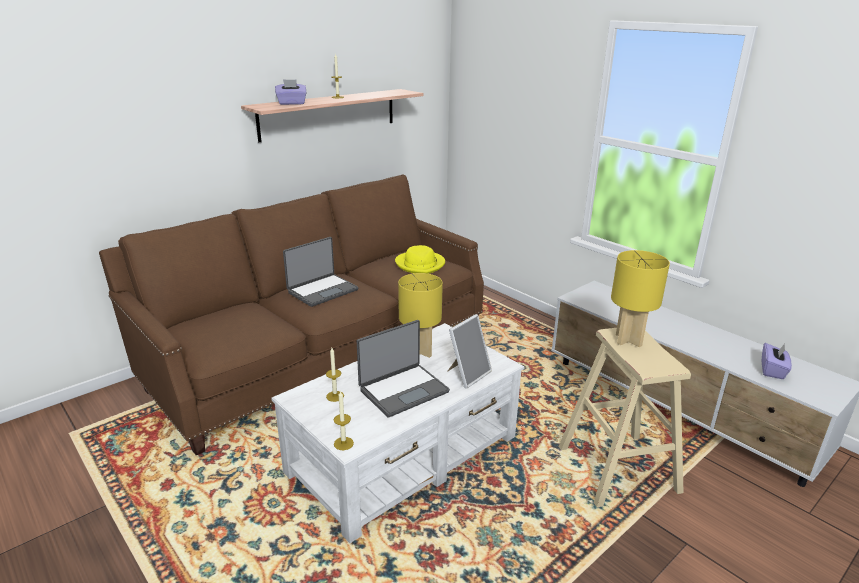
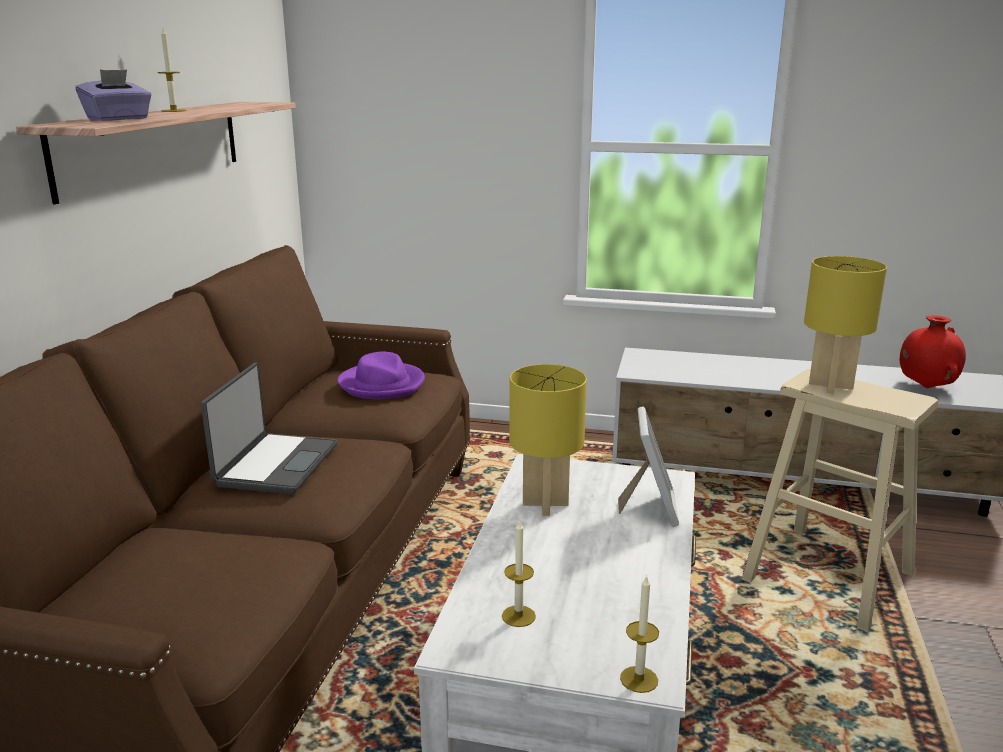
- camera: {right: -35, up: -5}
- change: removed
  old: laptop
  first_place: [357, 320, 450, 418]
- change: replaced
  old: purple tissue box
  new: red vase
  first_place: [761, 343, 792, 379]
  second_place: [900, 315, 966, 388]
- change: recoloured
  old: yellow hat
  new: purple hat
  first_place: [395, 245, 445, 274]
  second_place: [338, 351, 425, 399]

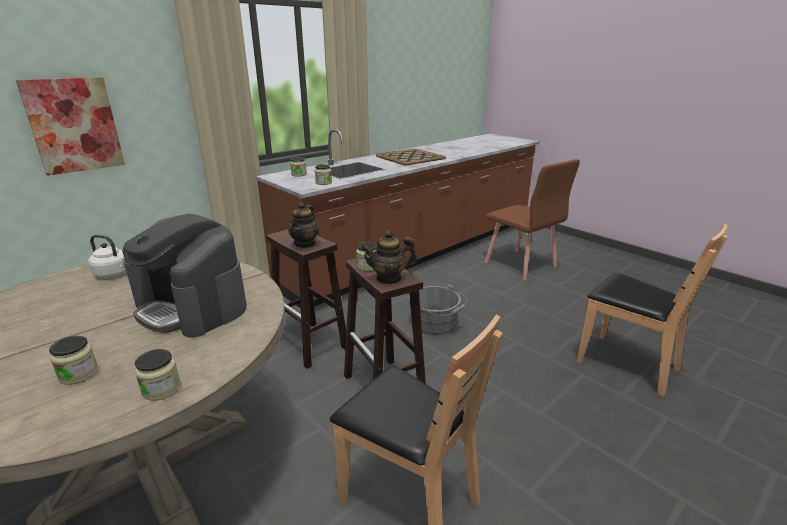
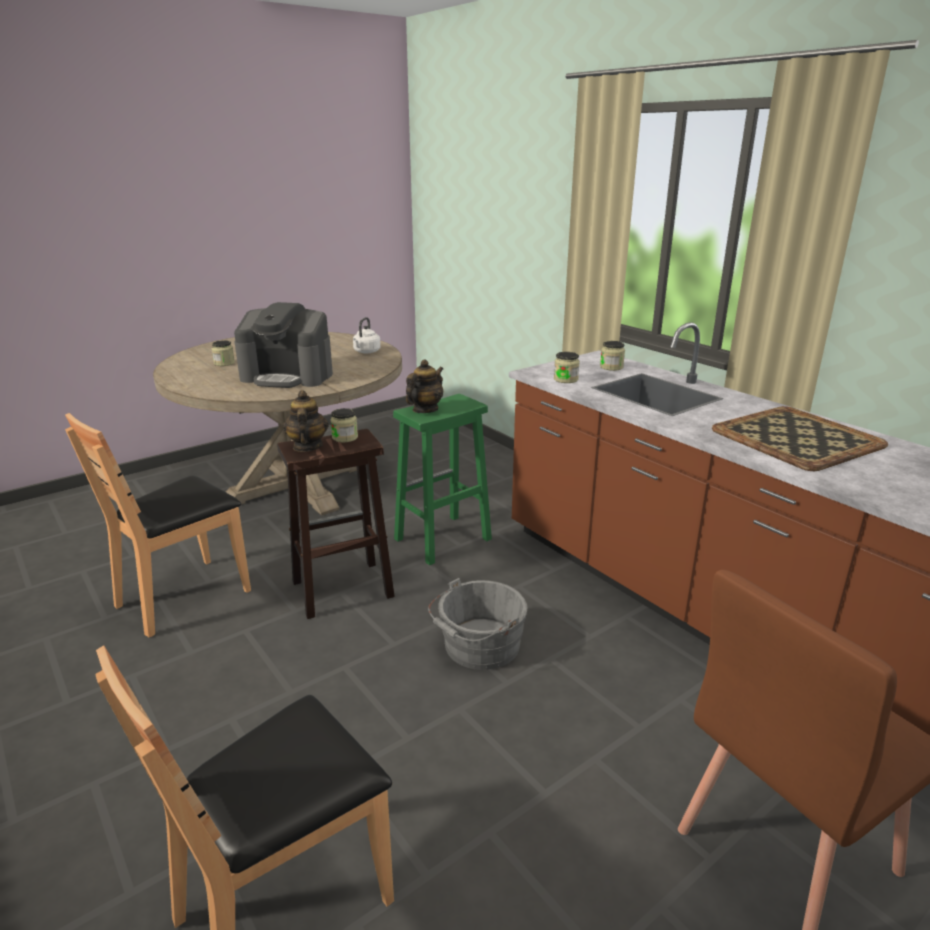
- camera: {right: 95, up: 0}
- change: removed
  old: picture
  first_place: [16, 77, 125, 176]
- change: removed
  old: jar
  first_place: [135, 349, 180, 401]
- change: recoloured
  old: brown stool
  new: green stool
  first_place: [266, 229, 346, 369]
  second_place: [393, 394, 492, 565]
- change: turned
  old: coffee machine
  first_place: [122, 214, 247, 337]
  second_place: [234, 302, 333, 388]
  degrees: -120
- change: turned
  old: teapot
  first_place: [288, 202, 320, 248]
  second_place: [406, 359, 443, 413]
  degrees: 105

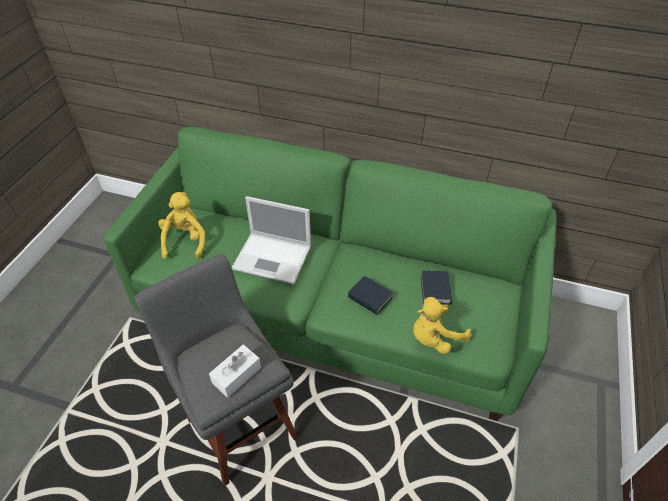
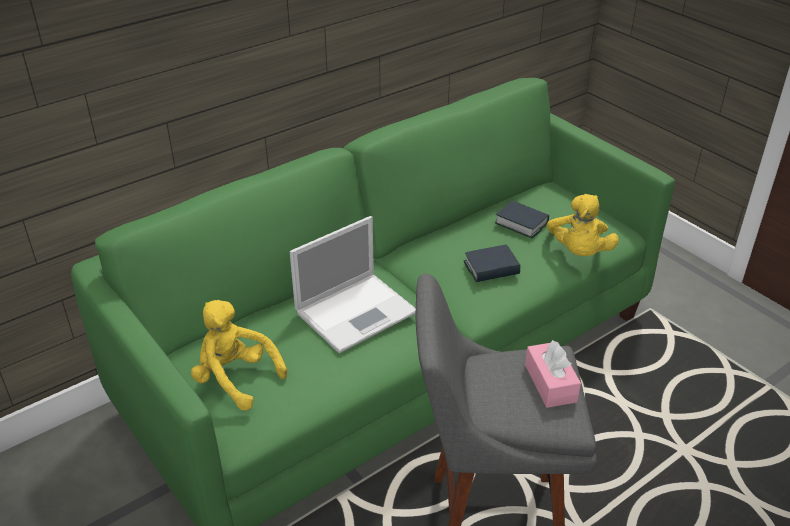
- camera: {right: -55, up: -10}
- change: recoloured
  old: white tissue box
  new: pink tissue box
  first_place: [209, 345, 261, 398]
  second_place: [525, 340, 581, 408]

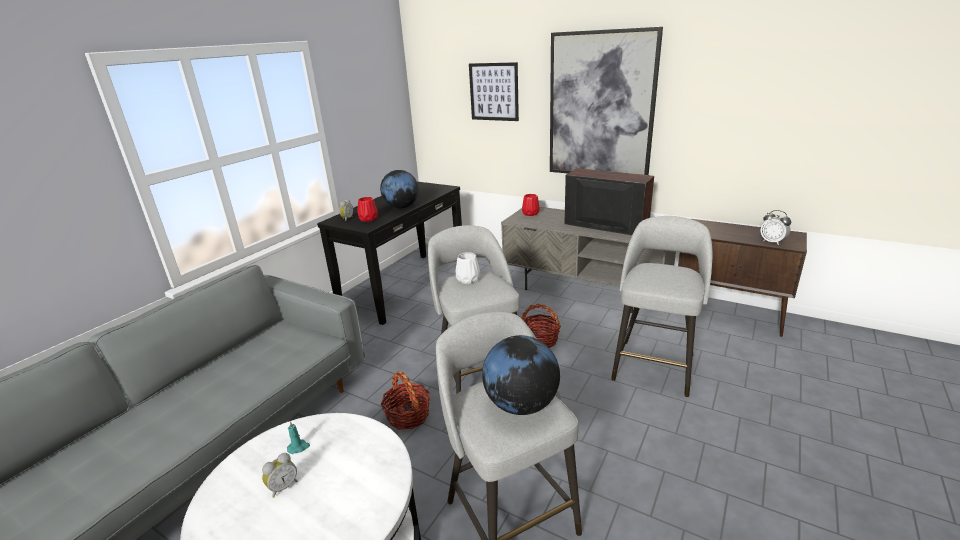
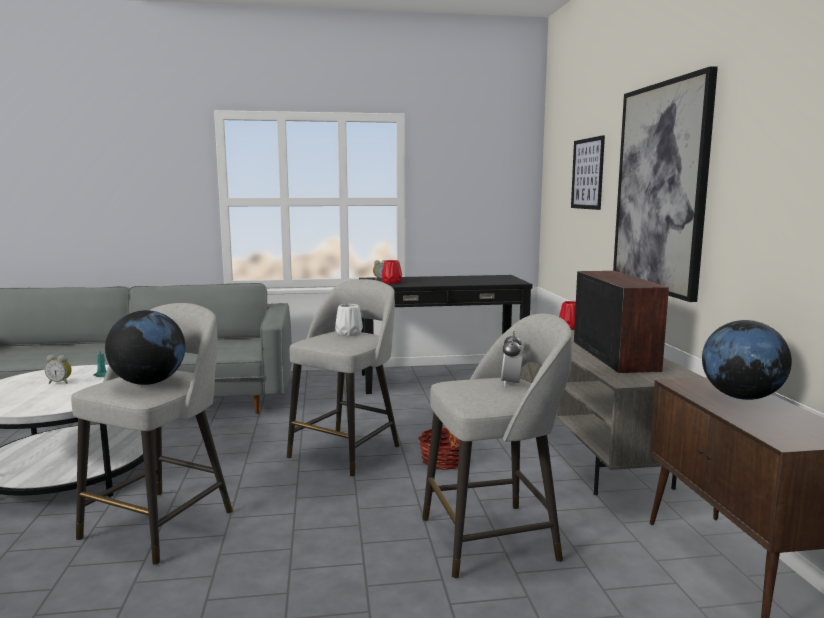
- camera: {right: 50, up: -15}
- change: removed
  old: basket
  first_place: [381, 371, 430, 430]
- change: moved
  old: globe
  first_place: [380, 170, 419, 208]
  second_place: [702, 320, 792, 400]
- change: moved
  old: alarm clock
  first_place: [760, 210, 791, 245]
  second_place: [501, 331, 524, 387]

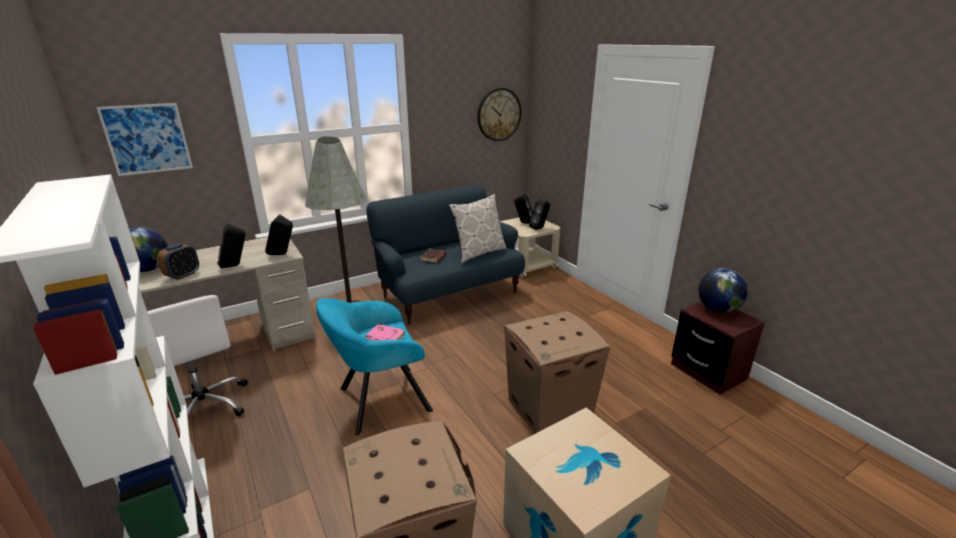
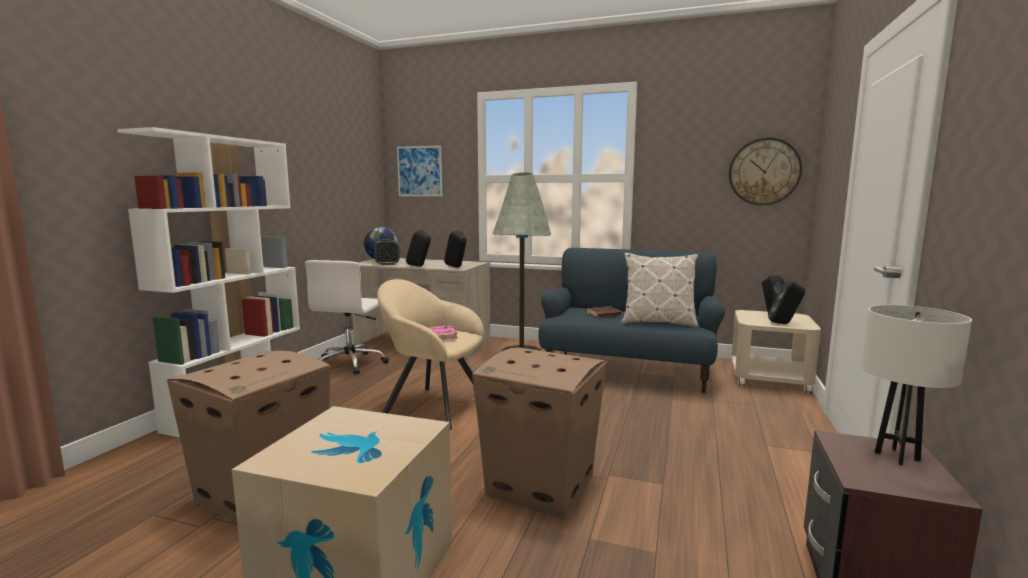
- camera: {right: 50, up: -15}
- change: replaced
  old: globe
  new: white table lamp
  first_place: [698, 268, 748, 313]
  second_place: [862, 305, 972, 466]
- change: recoloured
  old: turquoise armchair
  new: beige armchair
  first_place: [316, 298, 433, 435]
  second_place: [377, 279, 484, 430]

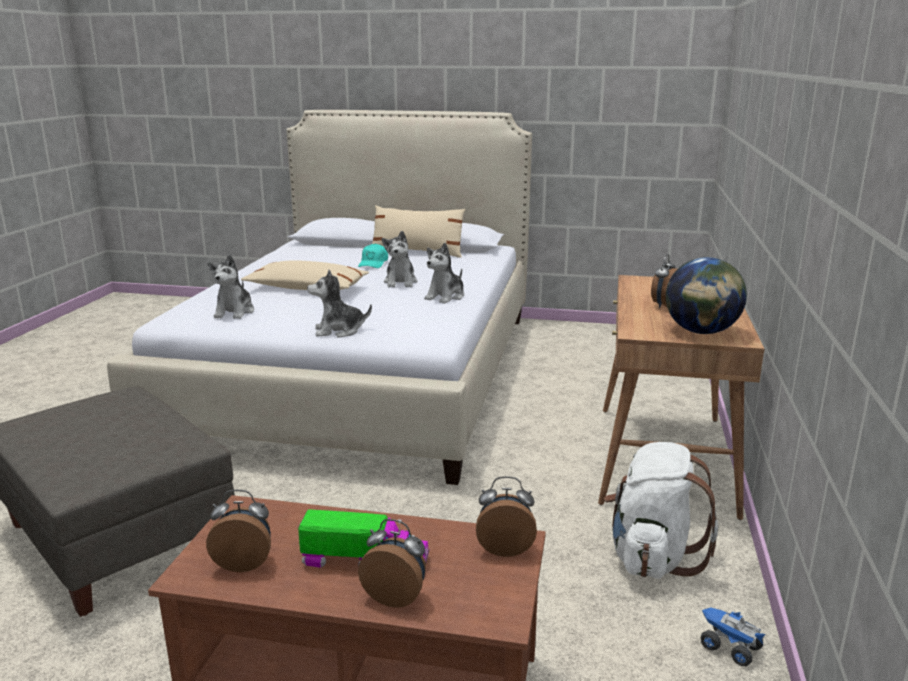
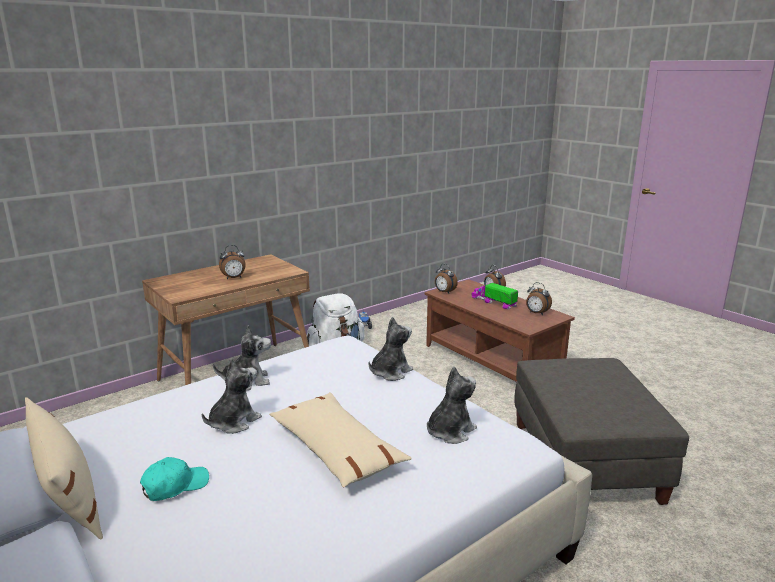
- camera: {right: -140, up: 0}
- change: removed
  old: globe
  first_place: [666, 257, 747, 334]
- change: turned
  old: plush toy
  first_place: [307, 270, 372, 338]
  second_place: [368, 317, 413, 381]
  degrees: -75

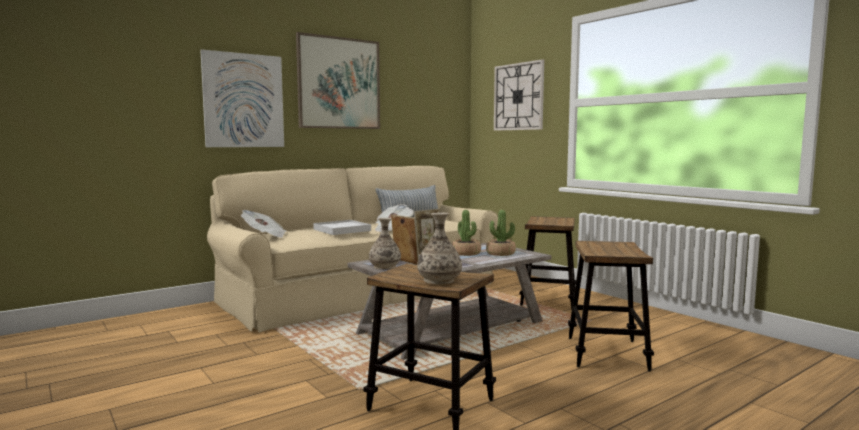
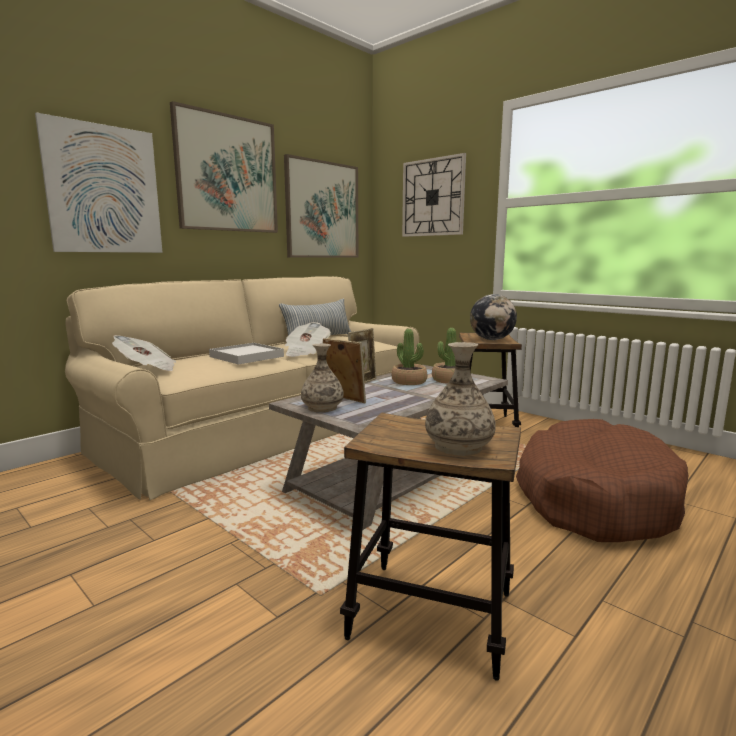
- camera: {right: -10, up: 5}
- change: added
  new: picture
  second_place: [284, 154, 358, 258]
- change: added
  new: globe
  second_place: [470, 294, 517, 340]
- change: replaced
  old: stool
  new: brown dog bed
  first_place: [568, 241, 654, 371]
  second_place: [516, 419, 689, 542]

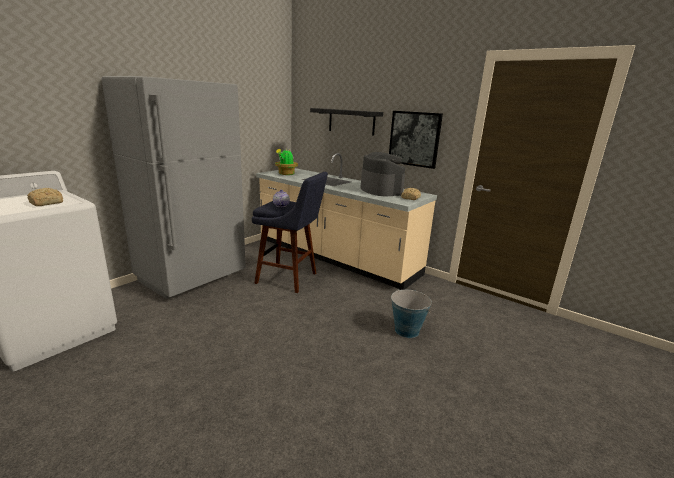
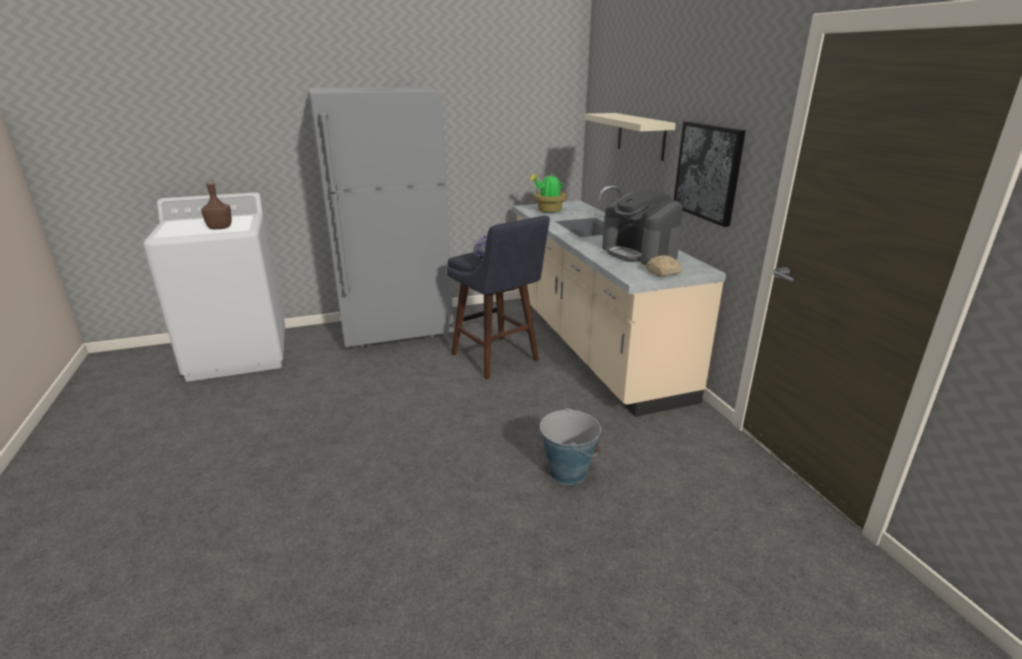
- camera: {right: 35, up: 5}
- change: replaced
  old: bread
  new: brown bottle
  first_place: [27, 188, 63, 206]
  second_place: [201, 180, 232, 229]
- change: recoloured
  old: black shelf
  new: beige shelf
  first_place: [310, 108, 383, 136]
  second_place: [585, 113, 676, 161]
- change: turned
  old: coffee machine
  first_place: [360, 152, 405, 196]
  second_place: [602, 190, 683, 265]
  degrees: 135

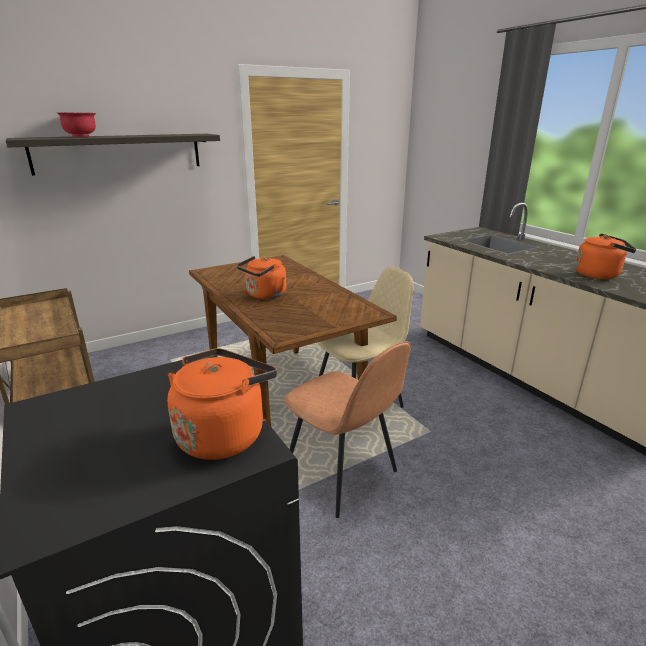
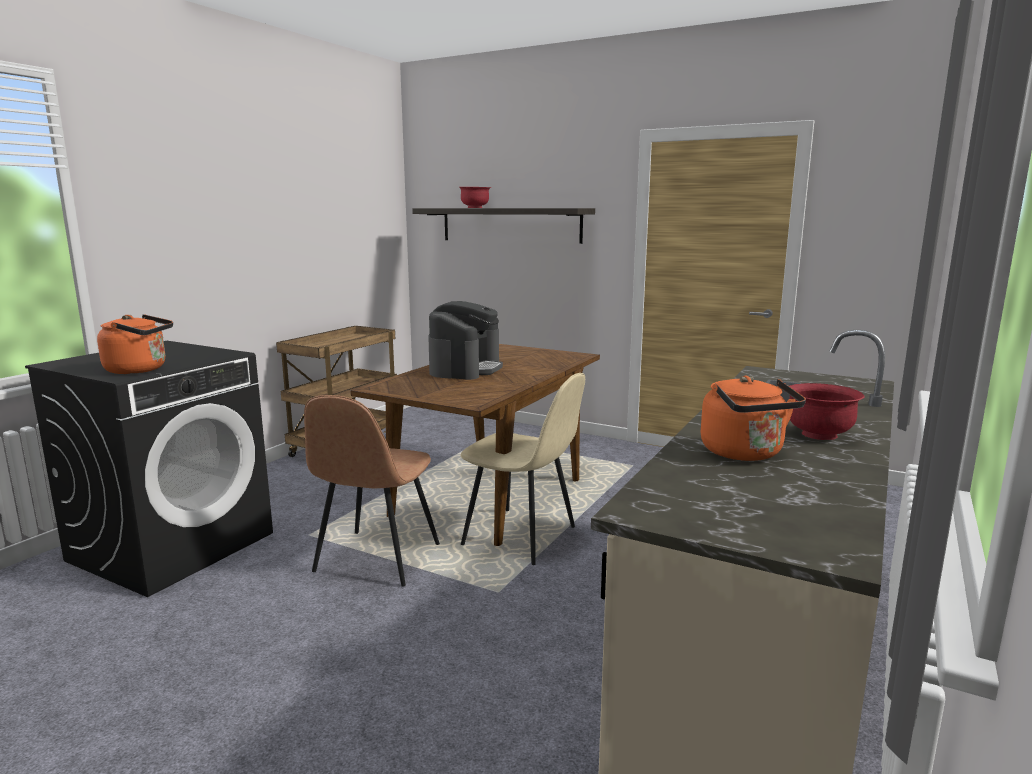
- camera: {right: 60, up: -10}
- change: added
  new: red bowl
  second_place: [790, 383, 865, 440]
- change: replaced
  old: orange kettle
  new: coffee machine
  first_place: [237, 256, 286, 299]
  second_place: [428, 301, 503, 380]

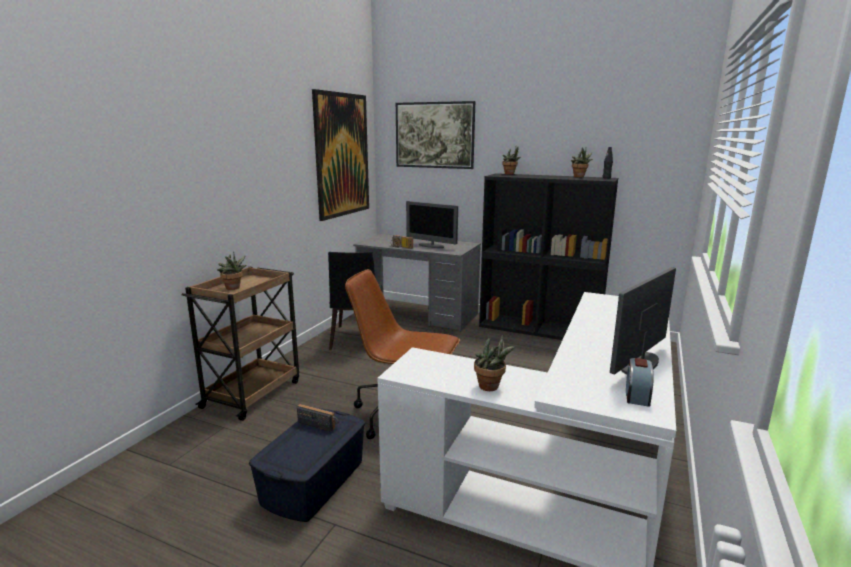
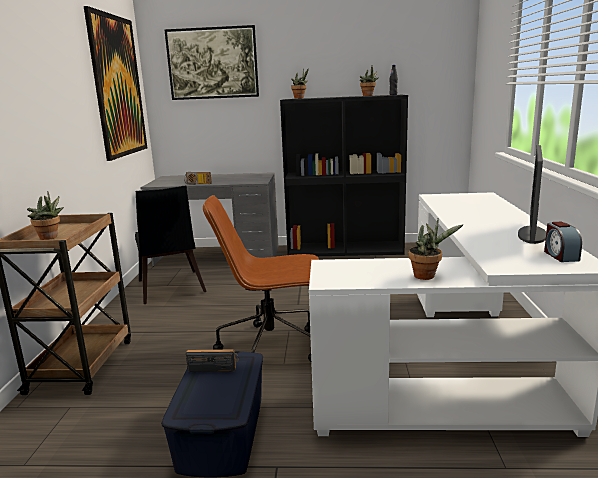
- camera: {right: -20, up: 0}
- change: removed
  old: monitor
  first_place: [406, 201, 458, 248]

